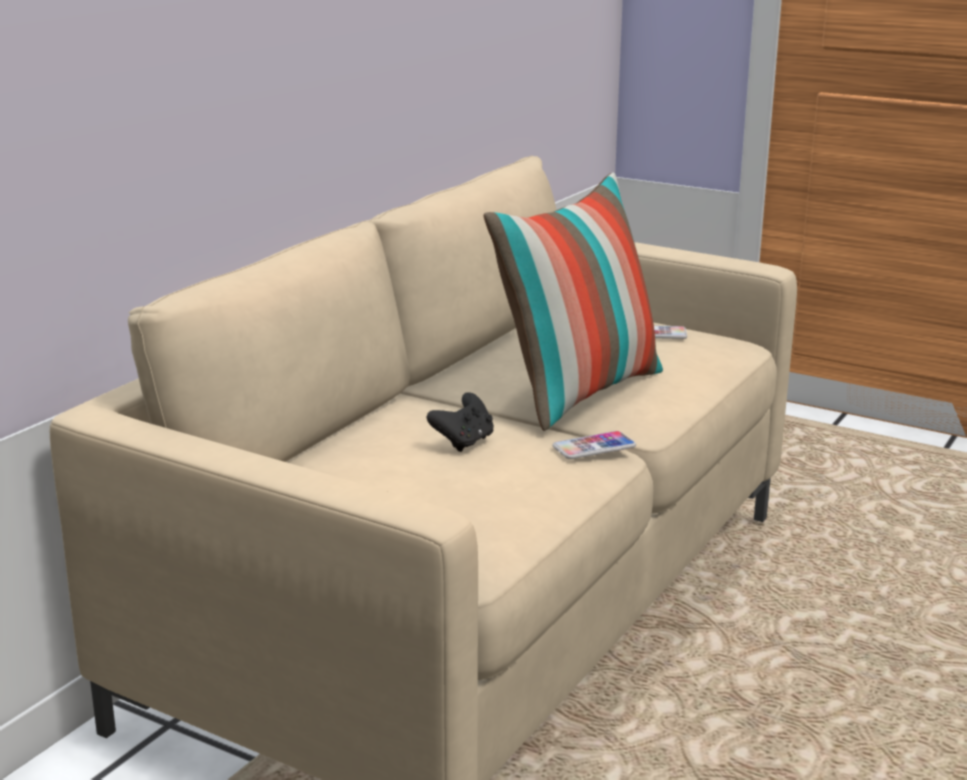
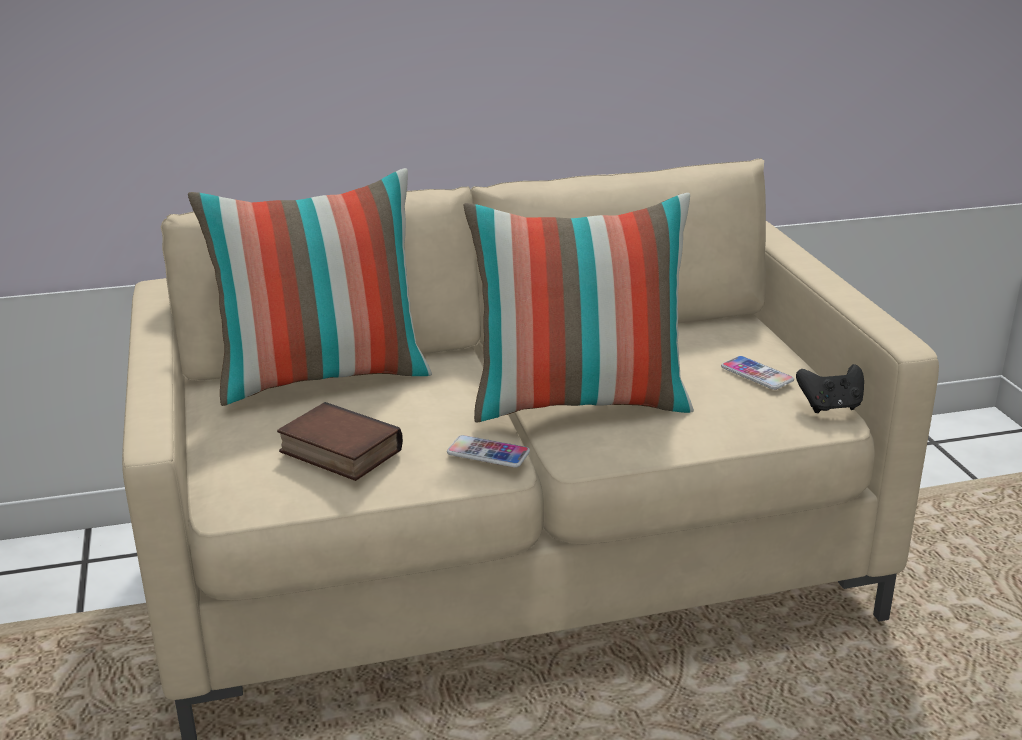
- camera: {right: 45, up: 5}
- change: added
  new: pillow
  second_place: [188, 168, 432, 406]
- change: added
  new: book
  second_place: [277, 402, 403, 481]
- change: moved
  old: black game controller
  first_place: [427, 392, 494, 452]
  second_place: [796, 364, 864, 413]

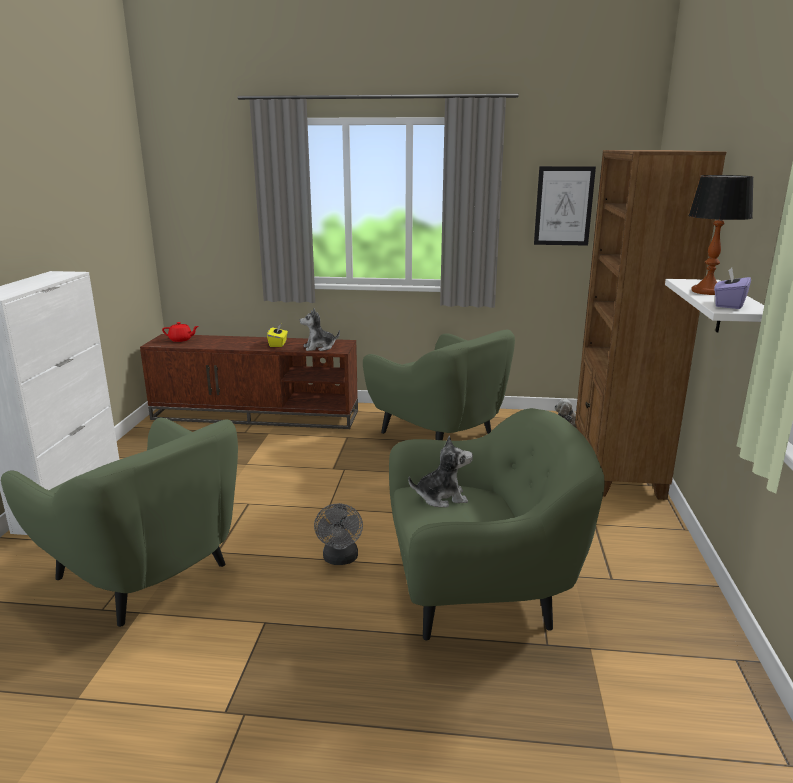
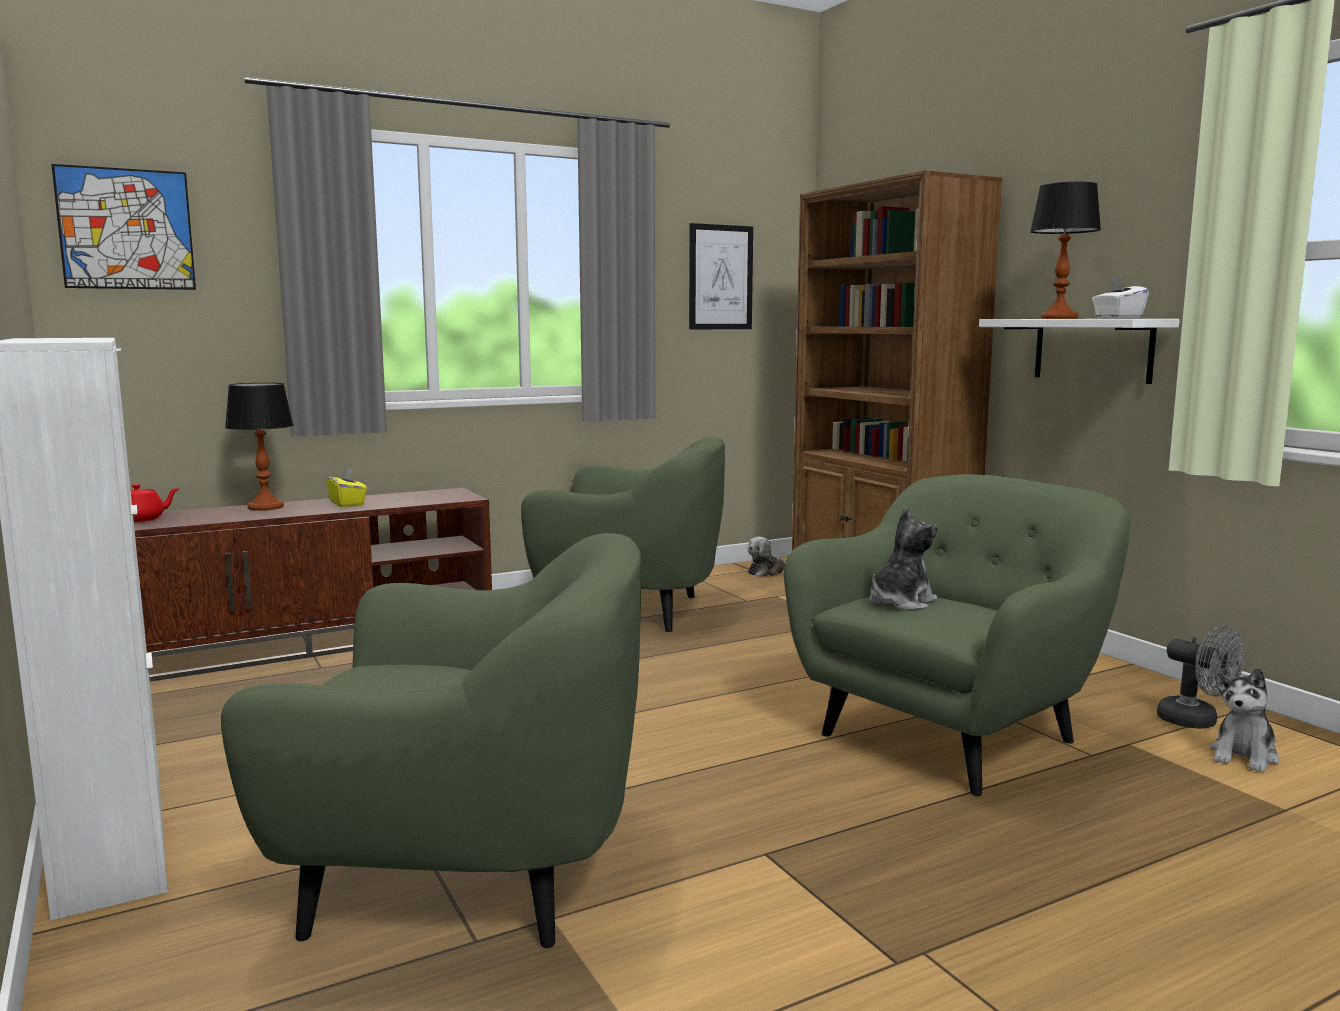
- camera: {right: -35, up: -10}
- change: added
  new: picture
  second_place: [51, 164, 196, 290]
- change: added
  new: table lamp
  second_place: [225, 383, 294, 511]
- change: moved
  old: plush toy
  first_place: [300, 309, 340, 351]
  second_place: [1210, 668, 1280, 773]
- change: moved
  old: grey fan
  first_place: [314, 503, 363, 565]
  second_place: [1157, 625, 1245, 729]
- change: recoloured
  old: purple tissue box
  new: white tissue box
  first_place: [714, 268, 751, 309]
  second_place: [1092, 276, 1149, 318]

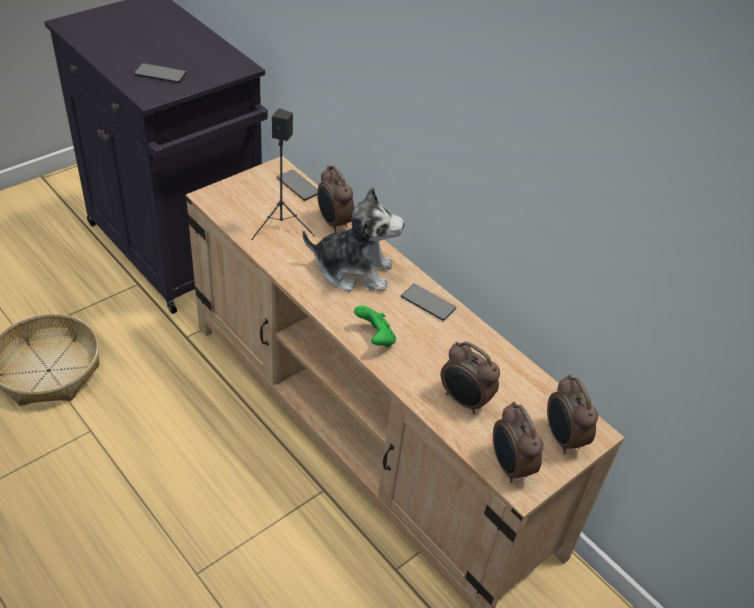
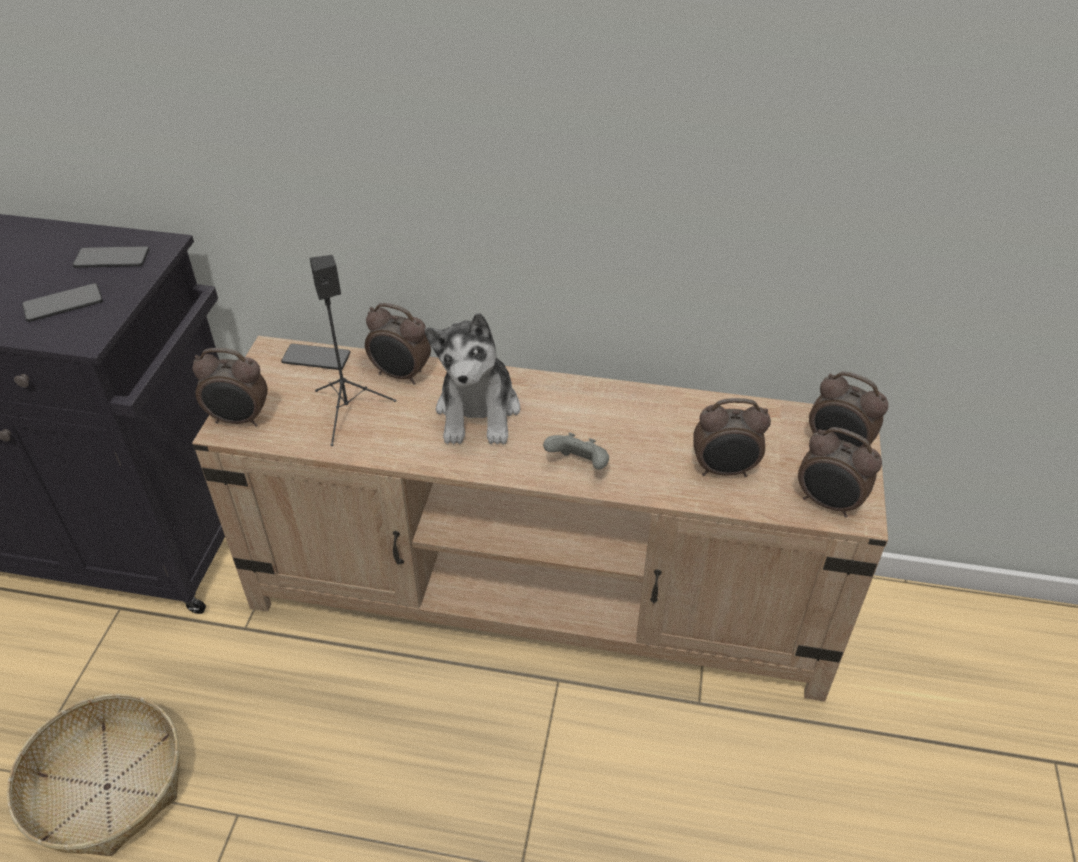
- camera: {right: -35, up: 0}
- change: added
  new: alarm clock
  second_place: [192, 348, 268, 426]
- change: moved
  old: phone
  first_place: [401, 284, 456, 321]
  second_place: [73, 246, 149, 268]
- change: recoloured
  old: green game controller
  new: grey game controller
  first_place: [354, 305, 396, 347]
  second_place: [543, 433, 609, 469]
- change: turned
  old: plush toy
  first_place: [302, 187, 404, 292]
  second_place: [425, 313, 520, 445]
  degrees: 120

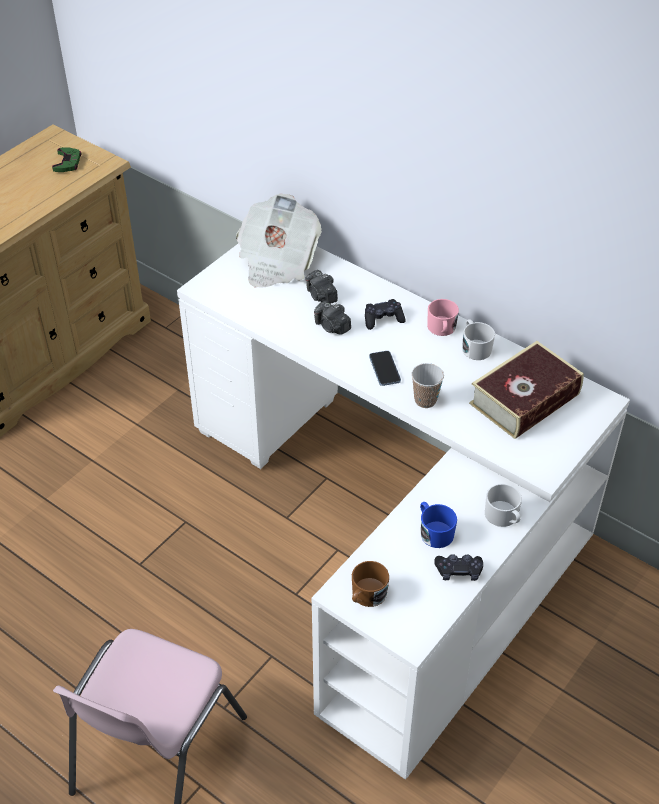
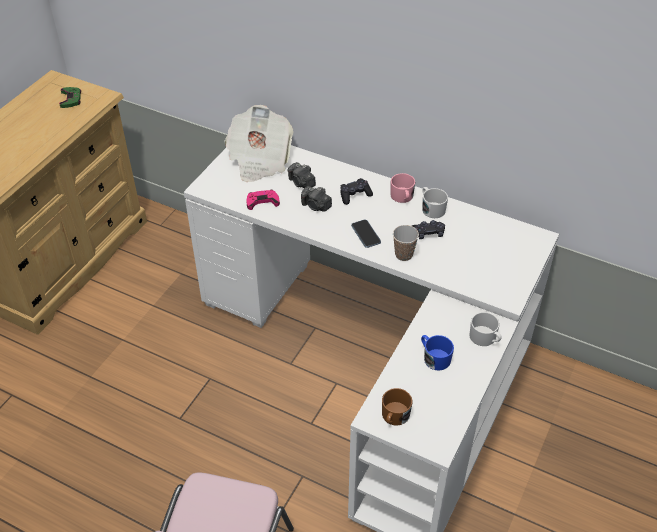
- camera: {right: -10, up: 0}
- change: removed
  old: book
  first_place: [469, 341, 584, 439]
- change: added
  new: pink game controller
  second_place: [246, 190, 280, 210]
- change: moved
  old: black game controller
  first_place: [434, 554, 483, 581]
  second_place: [412, 220, 445, 239]

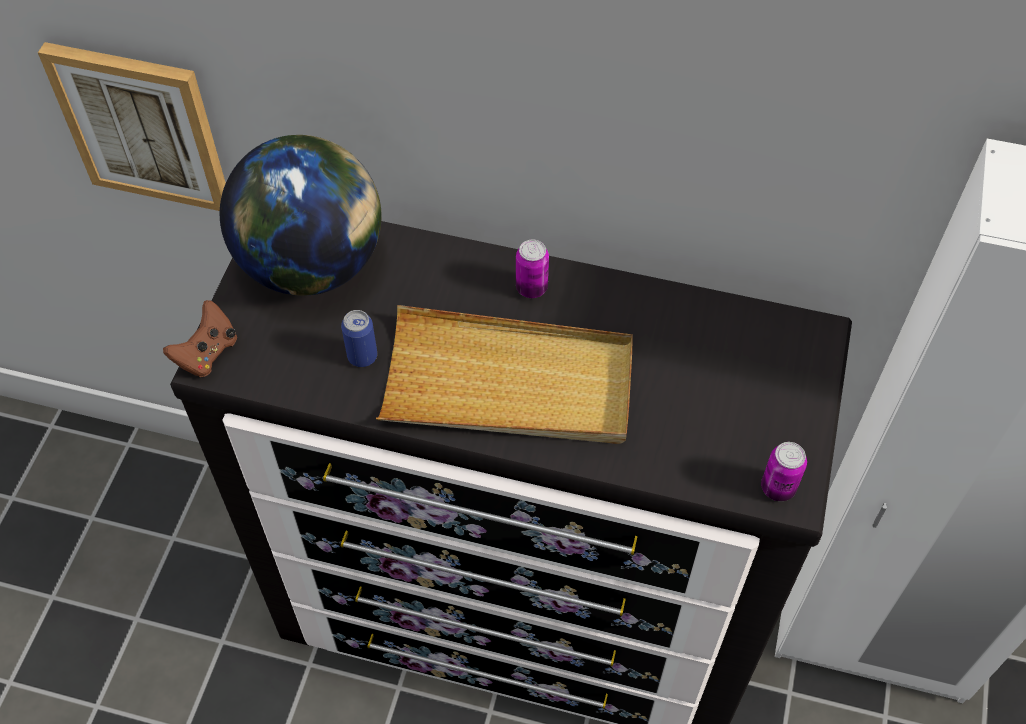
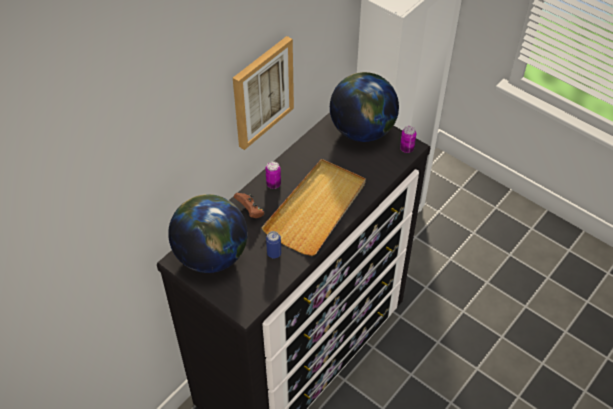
- camera: {right: -65, up: -5}
- change: added
  new: globe
  second_place: [330, 72, 399, 142]
- change: moved
  old: picture
  first_place: [38, 42, 226, 211]
  second_place: [233, 36, 294, 150]
- change: moved
  old: brown game controller
  first_place: [163, 300, 237, 377]
  second_place: [234, 193, 264, 218]

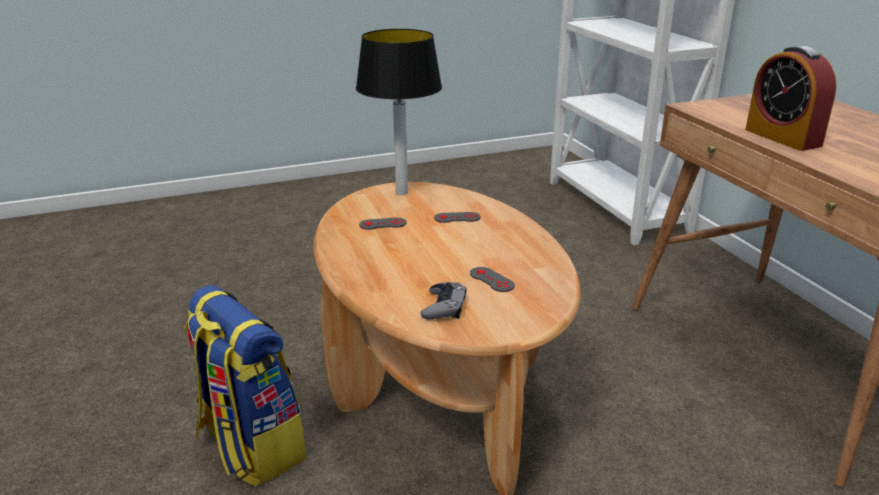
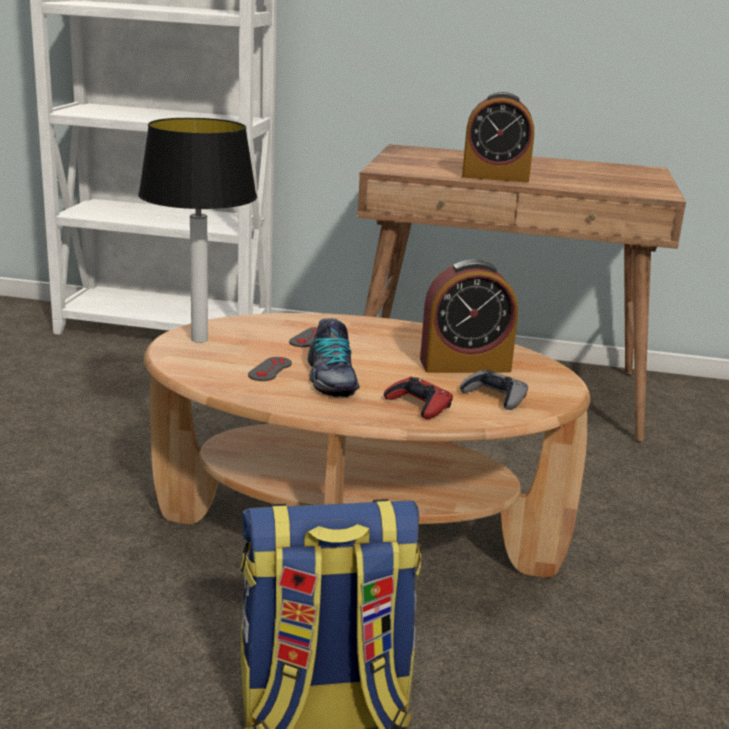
- camera: {right: -60, up: -5}
- change: added
  new: shoe
  second_place: [307, 318, 360, 397]
- change: added
  new: red game controller
  second_place: [384, 377, 453, 419]
- change: replaced
  old: grey game controller
  new: alarm clock
  first_place: [470, 267, 515, 292]
  second_place: [420, 259, 518, 373]

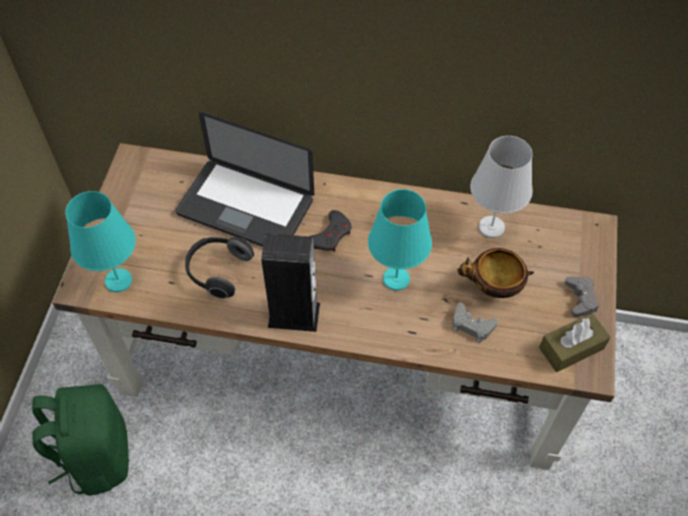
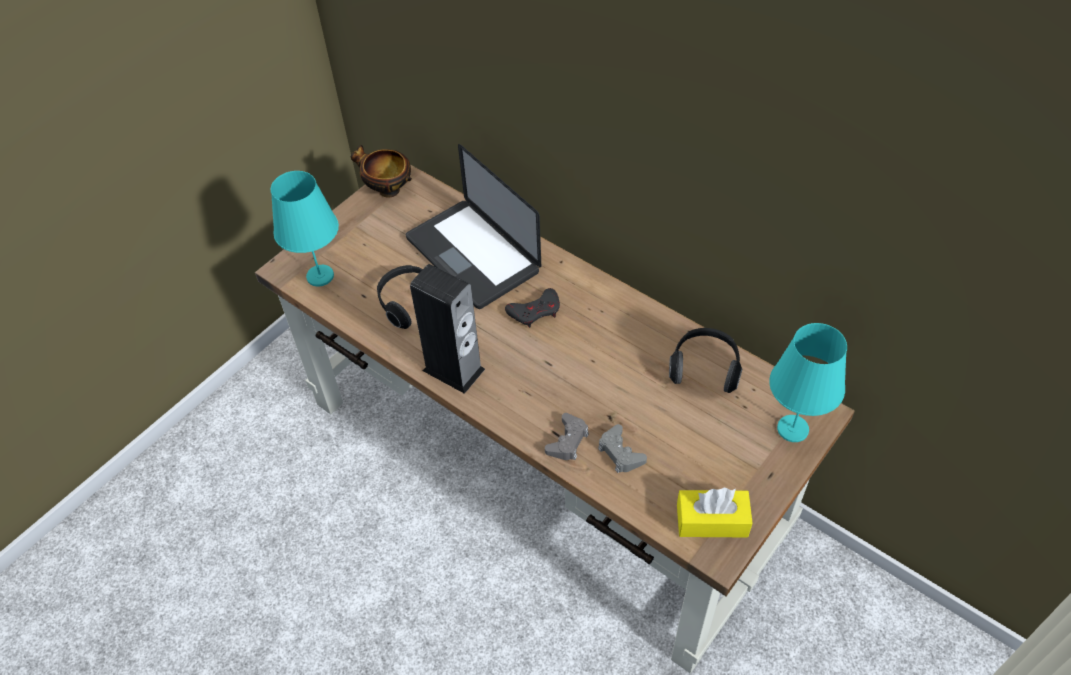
- camera: {right: 30, up: -5}
- change: removed
  old: green backpack
  first_place: [32, 384, 129, 496]
- change: moved
  old: turquoise table lamp
  first_place: [368, 189, 432, 291]
  second_place: [769, 323, 847, 442]
- change: moved
  old: bowl
  first_place: [457, 248, 534, 298]
  second_place: [351, 145, 412, 198]
- change: moved
  old: grey game controller
  first_place: [565, 276, 599, 317]
  second_place: [545, 413, 589, 460]
- change: replaced
  old: white table lamp
  new: headphones
  first_place: [470, 136, 533, 238]
  second_place: [669, 328, 743, 393]
- change: recoloured
  old: brown tissue box
  new: yellow tissue box
  first_place: [539, 313, 611, 372]
  second_place: [677, 488, 752, 537]

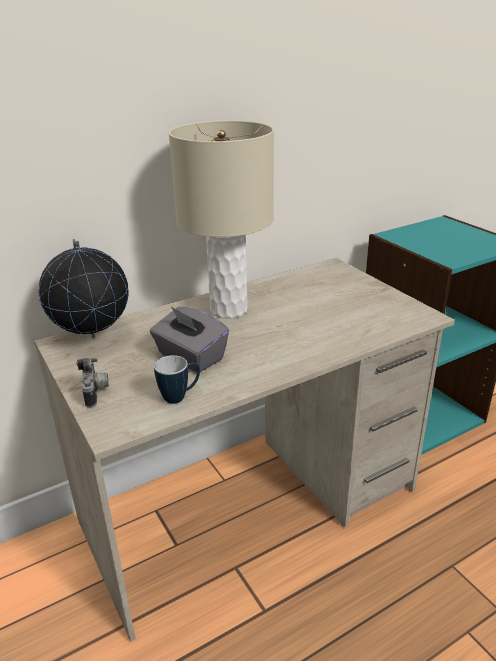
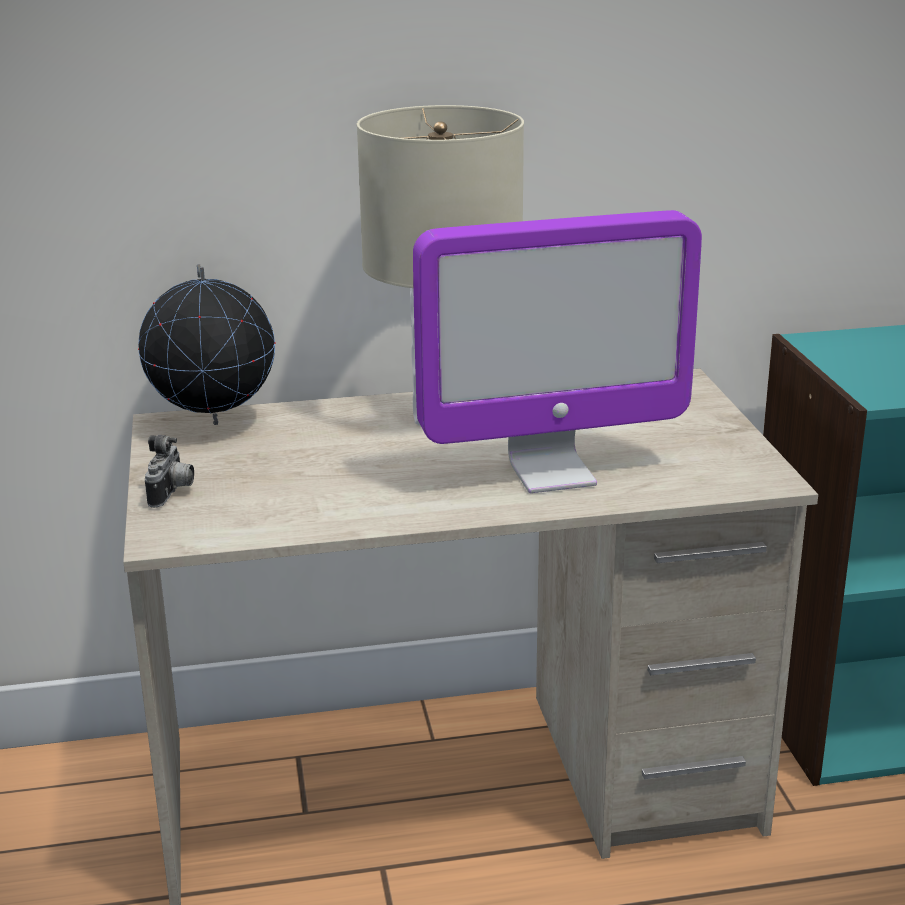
- camera: {right: 20, up: -5}
- change: removed
  old: grey tissue box
  first_place: [150, 306, 229, 373]
- change: removed
  old: mug
  first_place: [154, 355, 200, 404]
- change: added
  new: monitor
  second_place: [413, 210, 702, 493]

